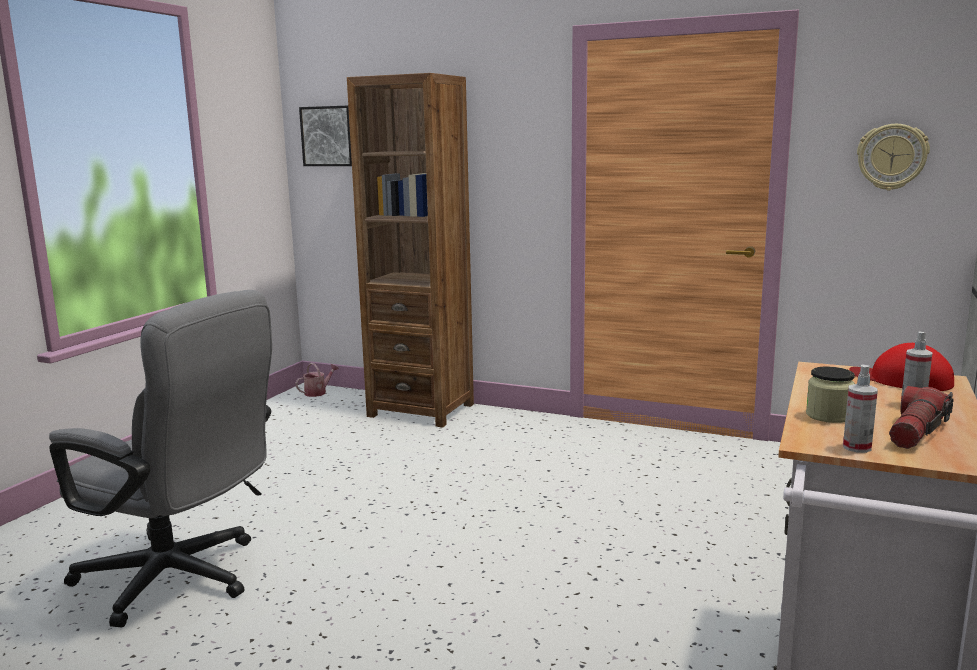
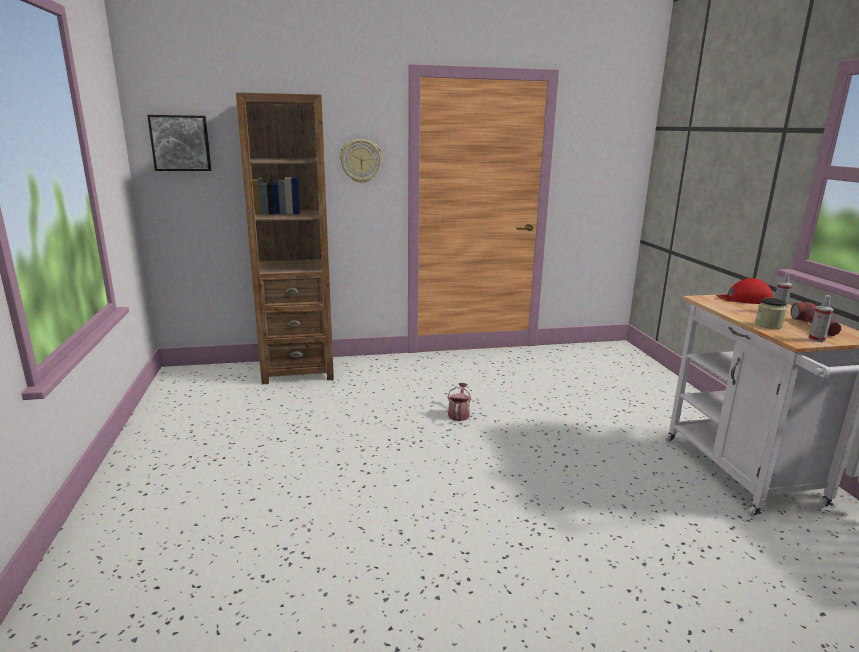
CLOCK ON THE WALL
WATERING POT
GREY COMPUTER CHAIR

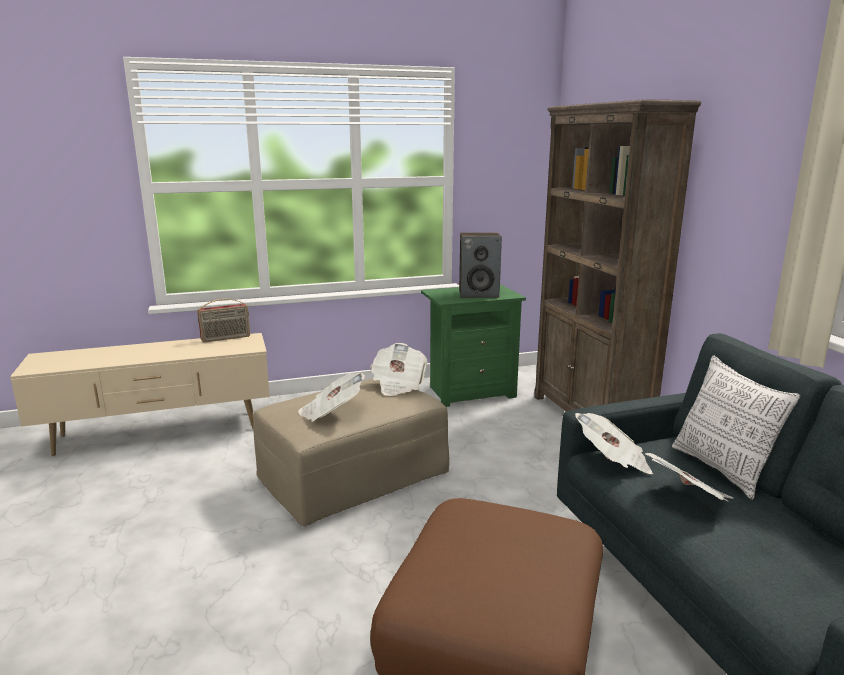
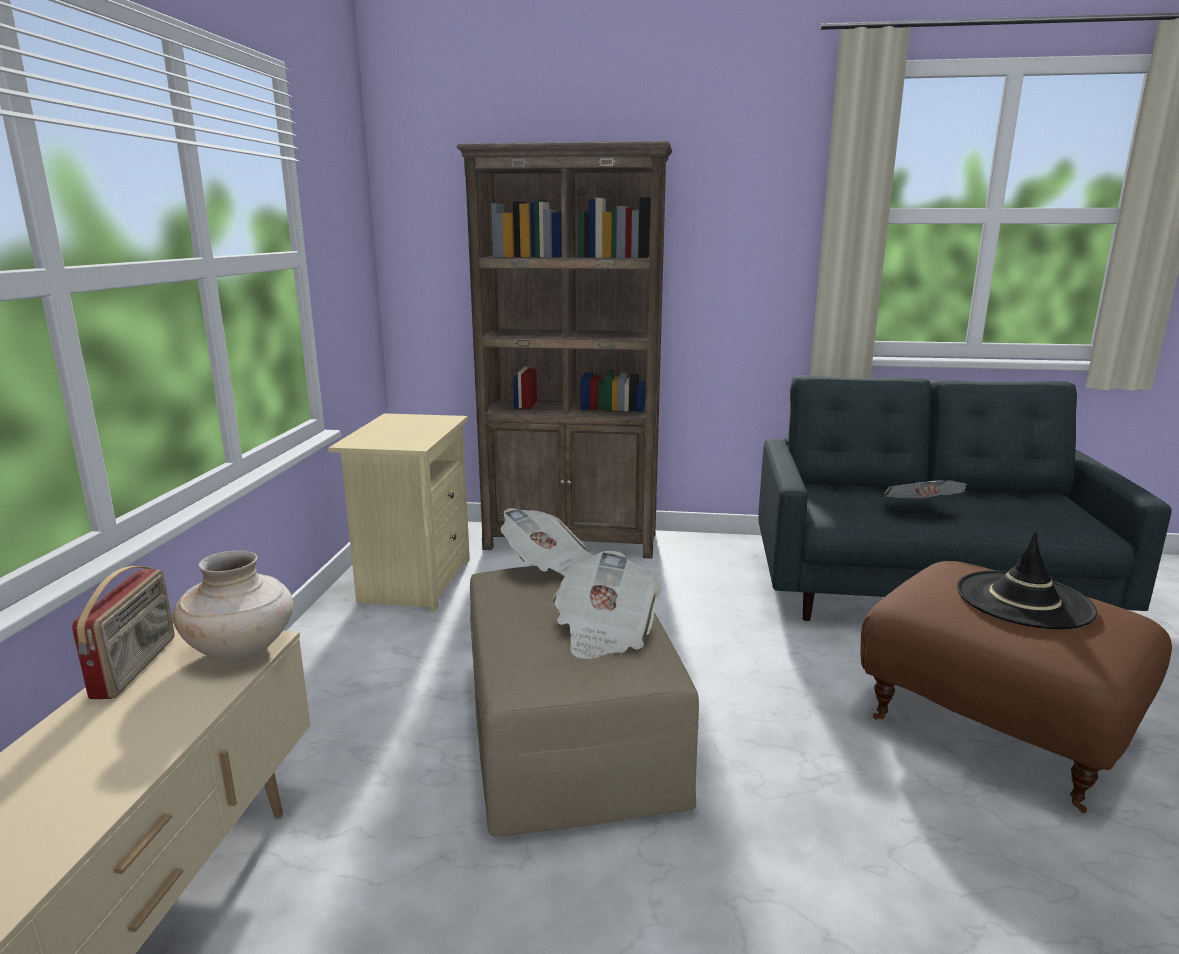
SAND-COLOURED FLOWER VASE
SAND-COLOURED BEDSIDE TABLE
BLACK CLOTHING HAT
SPEAKER
NEWSPAPER (3rd from left in the first image)
CUSHION

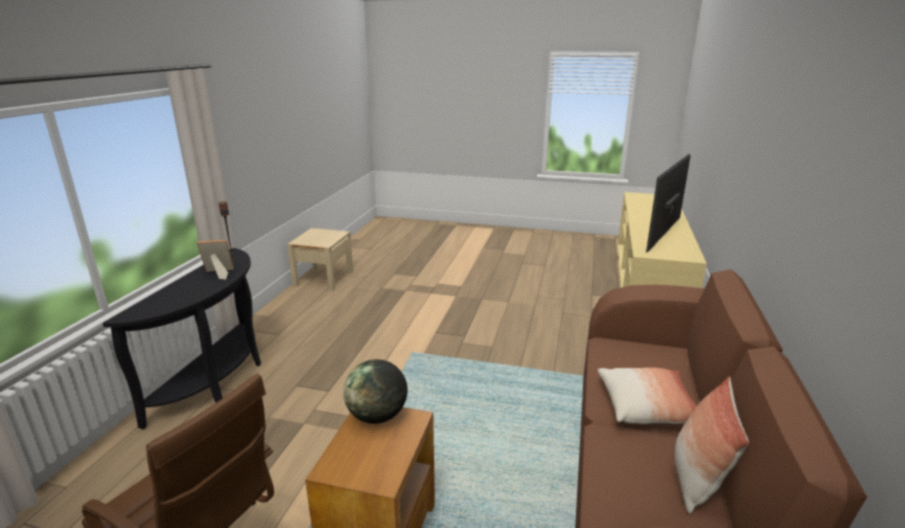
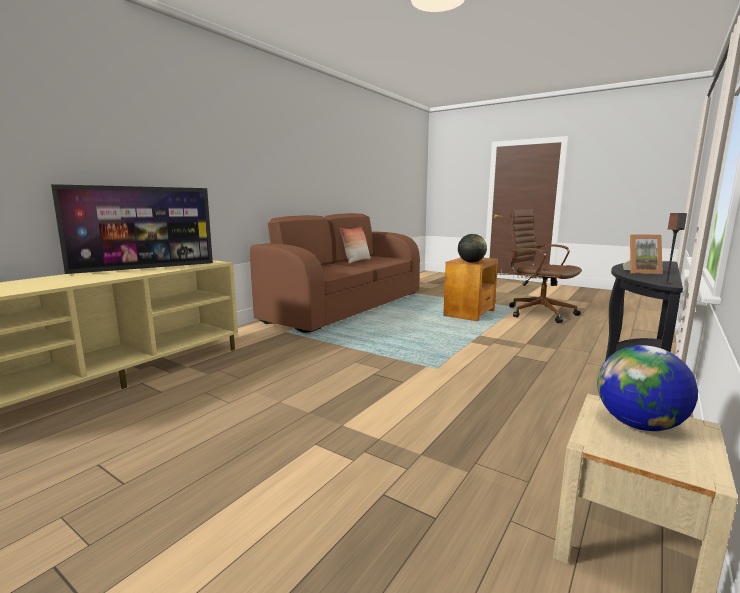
WORLD GLOBE (2nd from left)
CUSHION (1st from left in the first image)

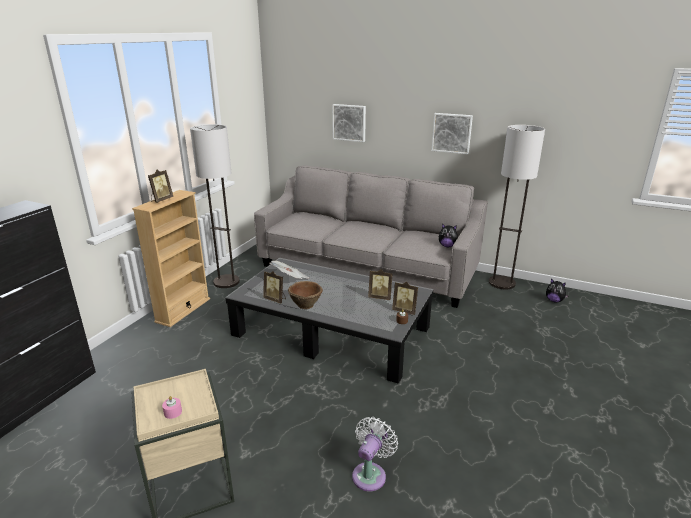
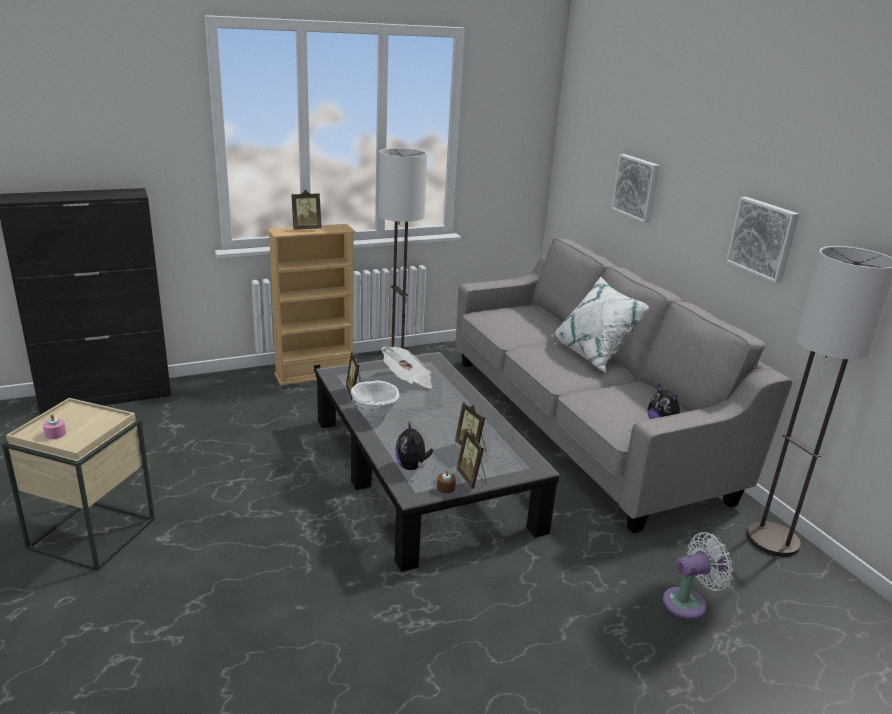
WHITISH BOWL
SOFT TOY (1st from left)
WHITISH CUSHION
WHITISH FAN

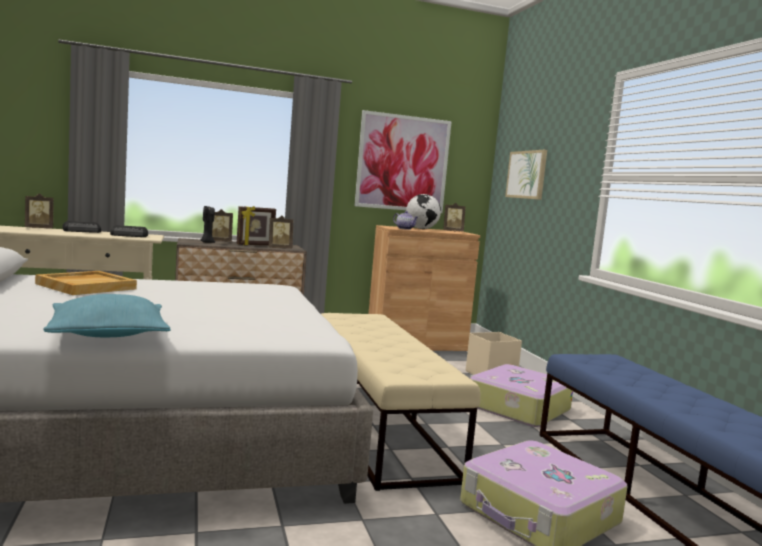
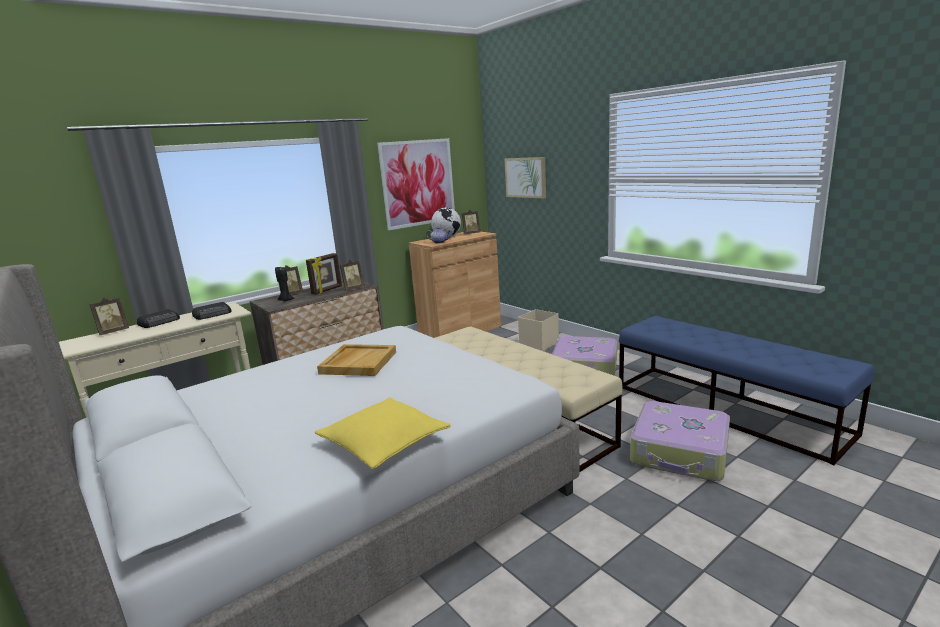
YELLOW-COLOURED CUSHION
SAND-COLOURED CARRYING TRAY

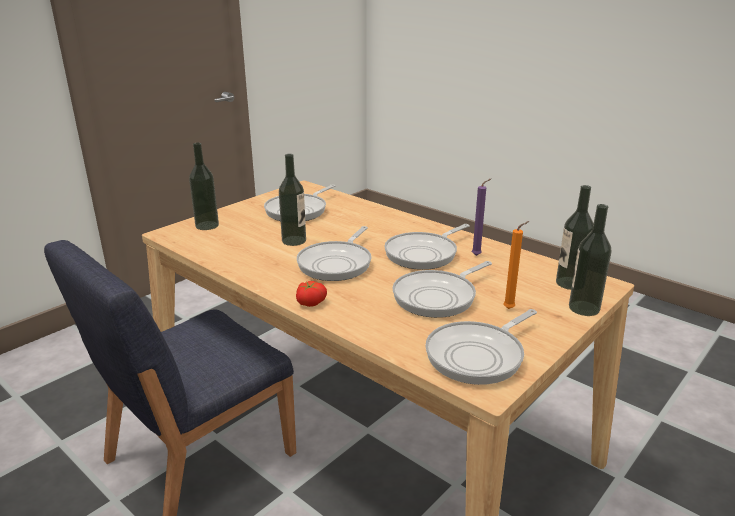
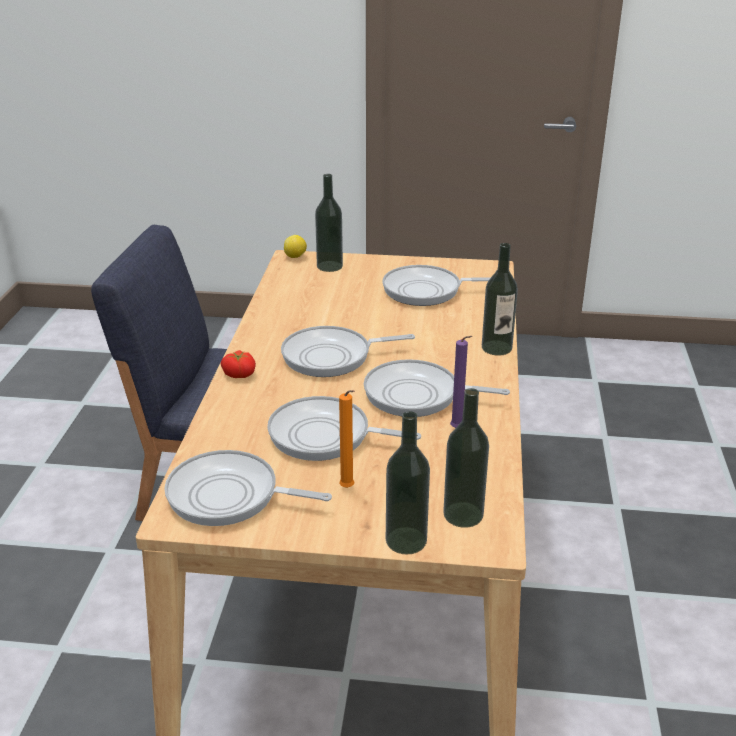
WHOLE LEMON
BOTTLE (4th from left)

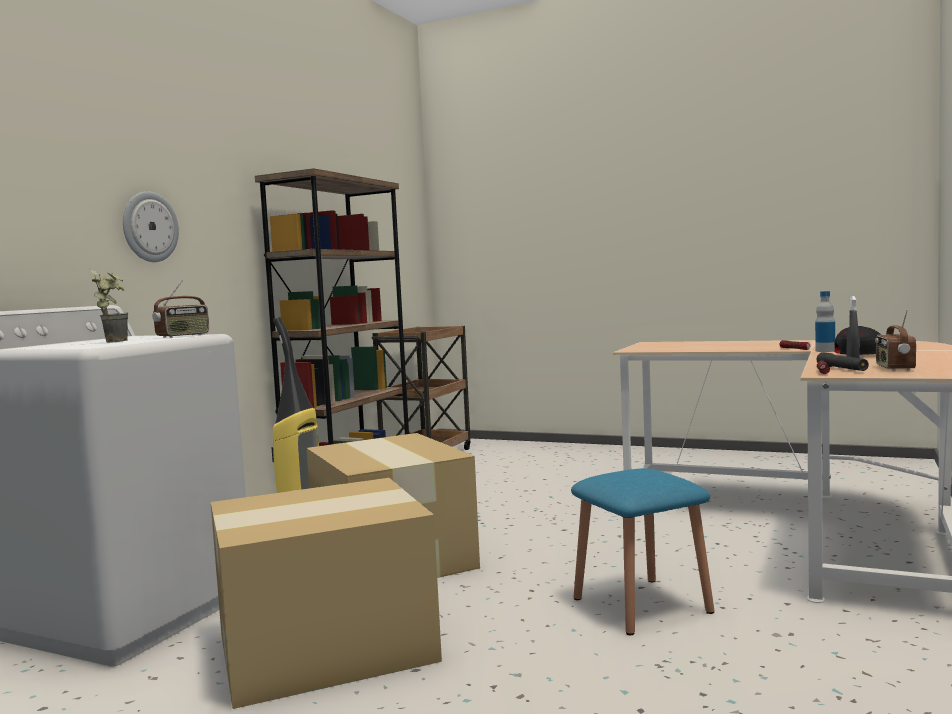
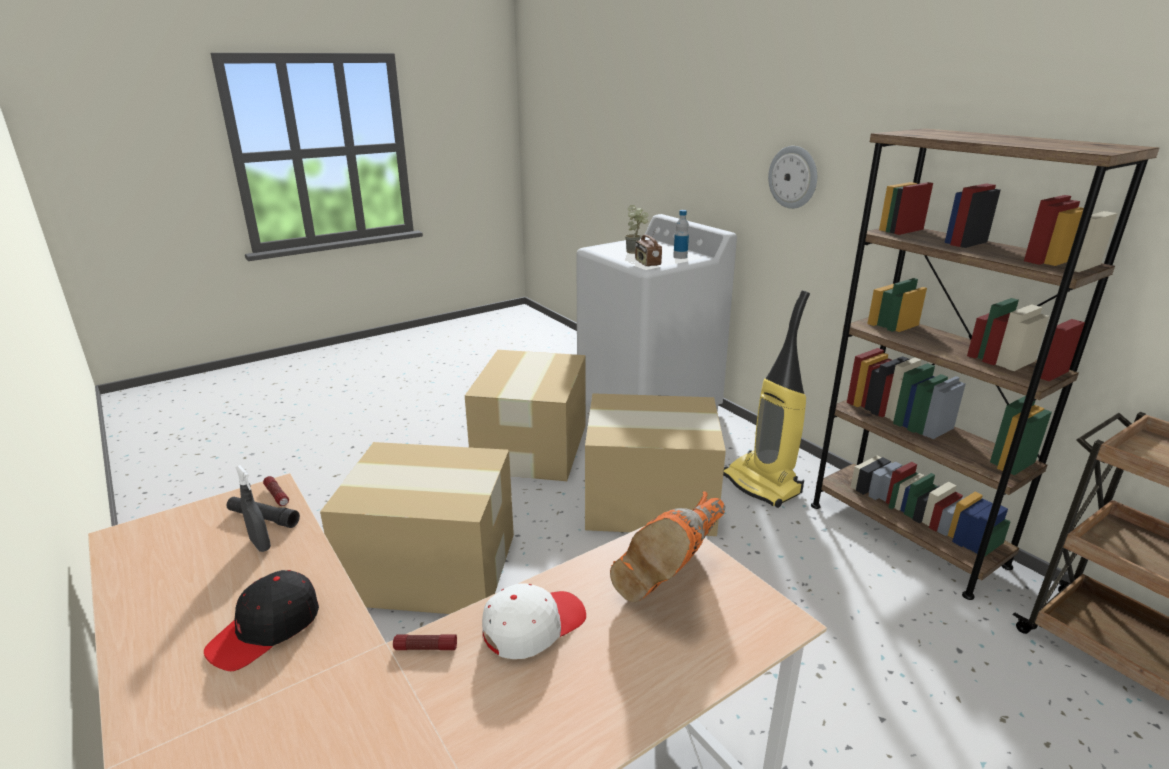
CARDBOARD BOX (1st from left)
WHITISH CAP
ORANGE-COLOURED TALL BOOT
BOTTLE
RADIO RECEIVER (2nd from left in the first image)

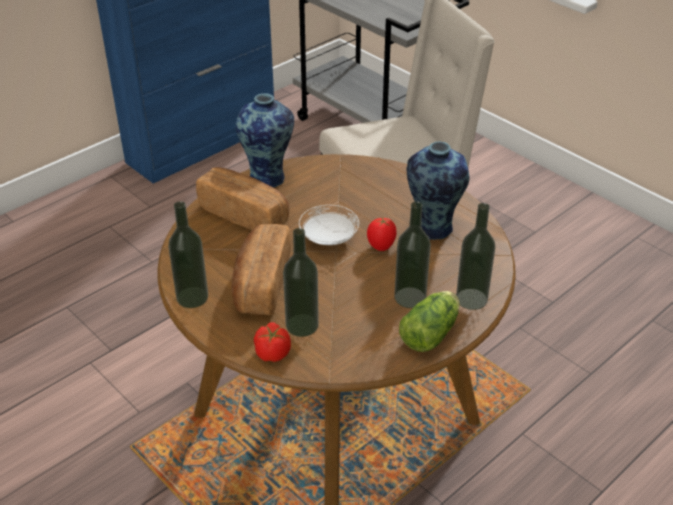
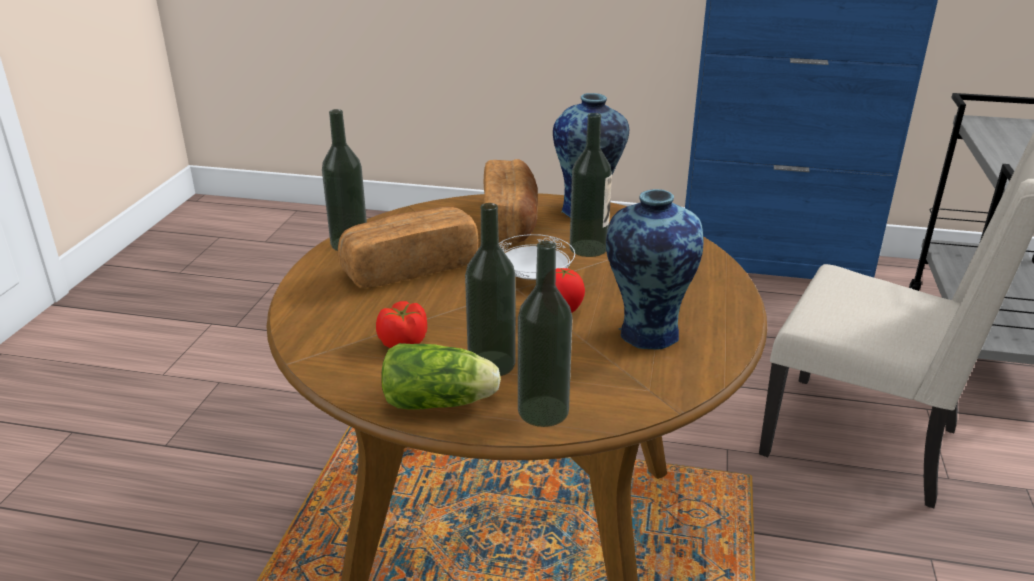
WHOLE TOMATO (1st from left)
BOTTLE (4th from left)

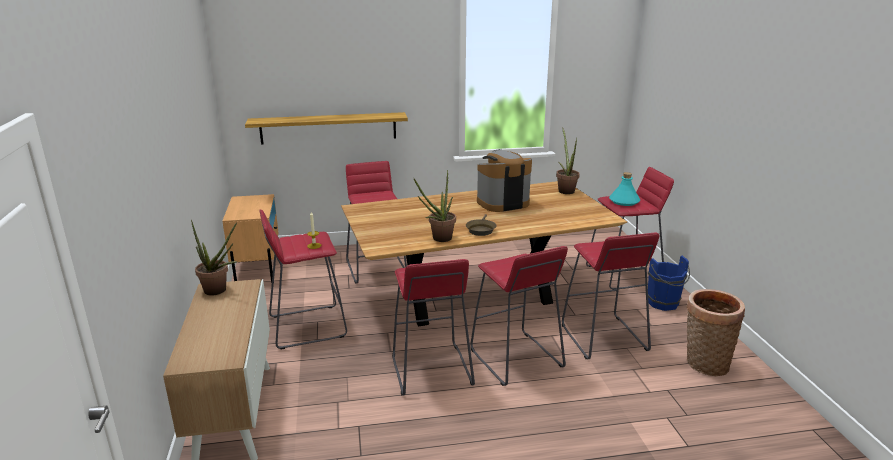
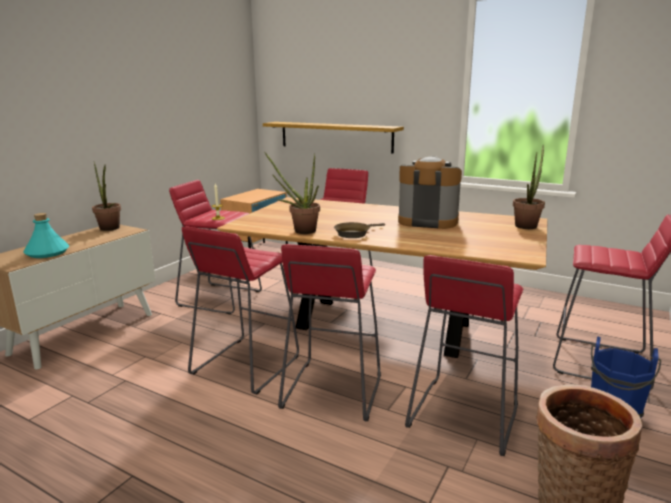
BLUE-GREEN BOTTLE

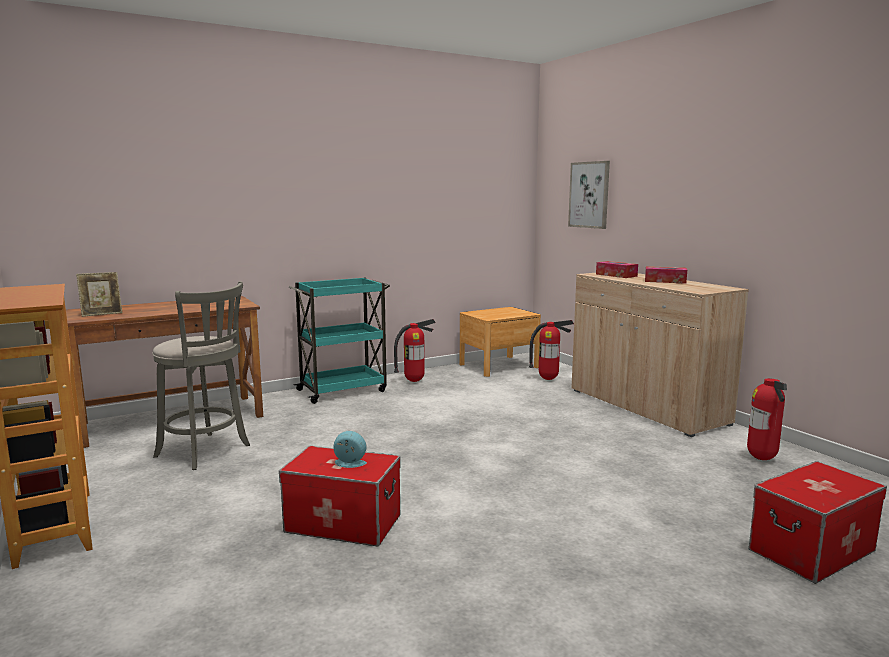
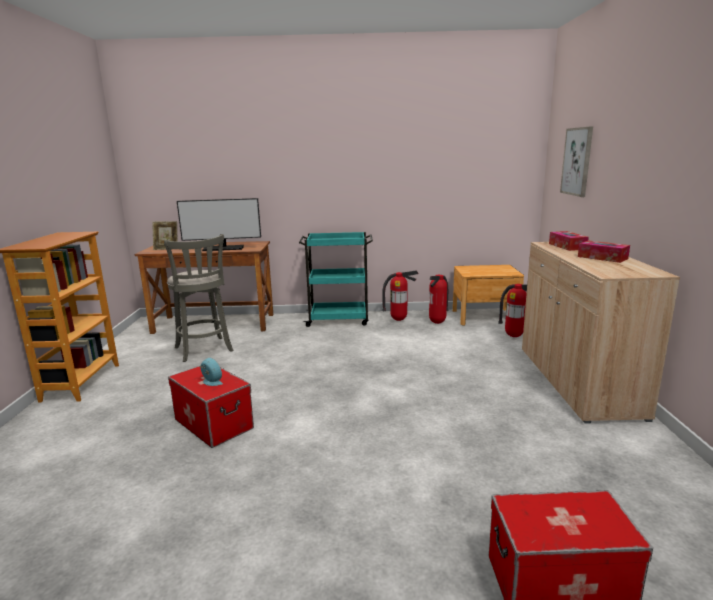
COMPUTER SCREEN
EXTINGUISHER (2nd from left)

